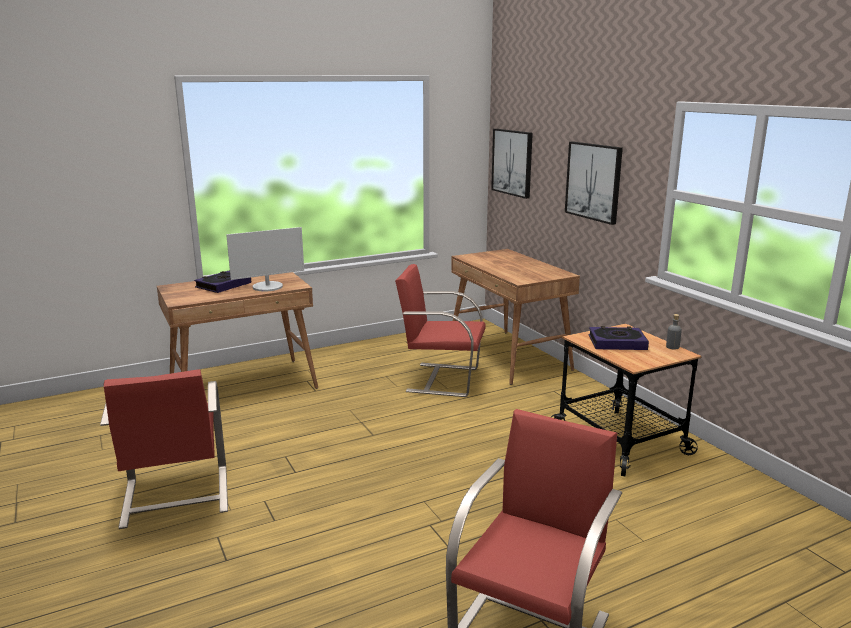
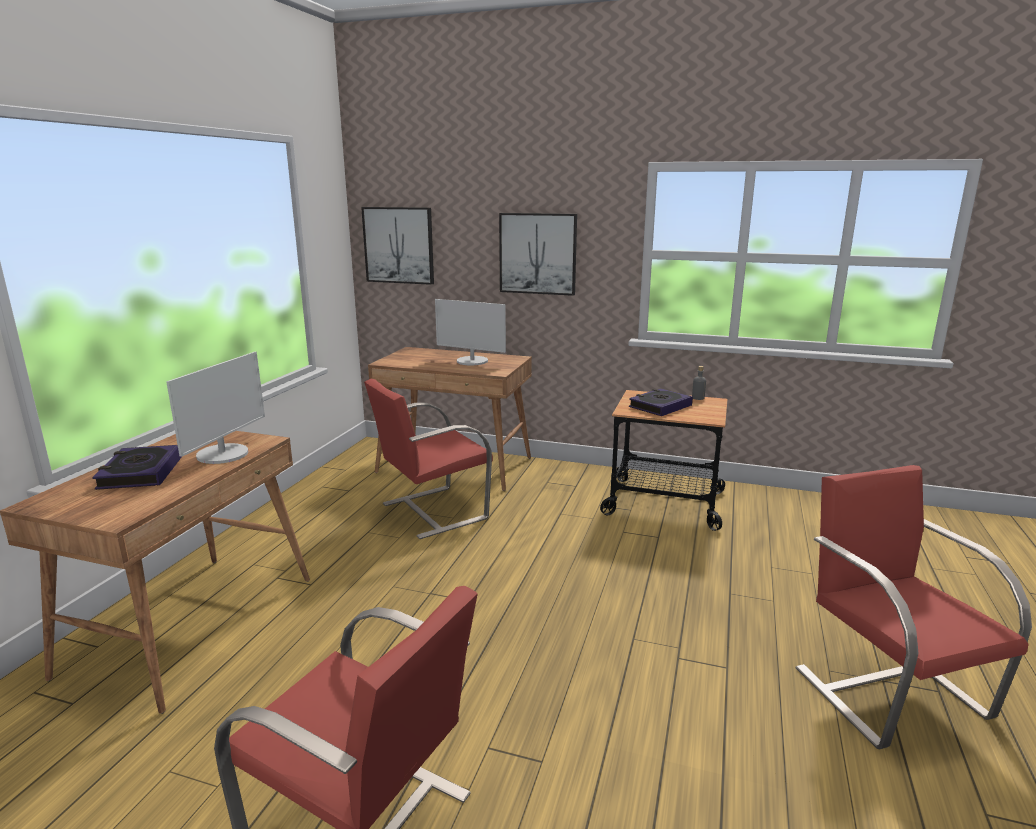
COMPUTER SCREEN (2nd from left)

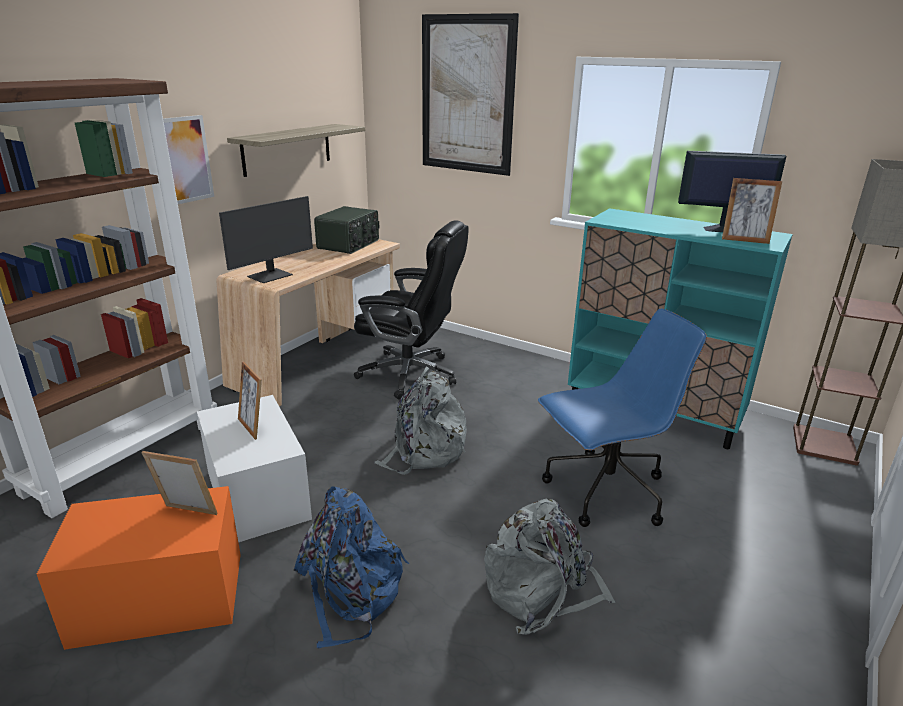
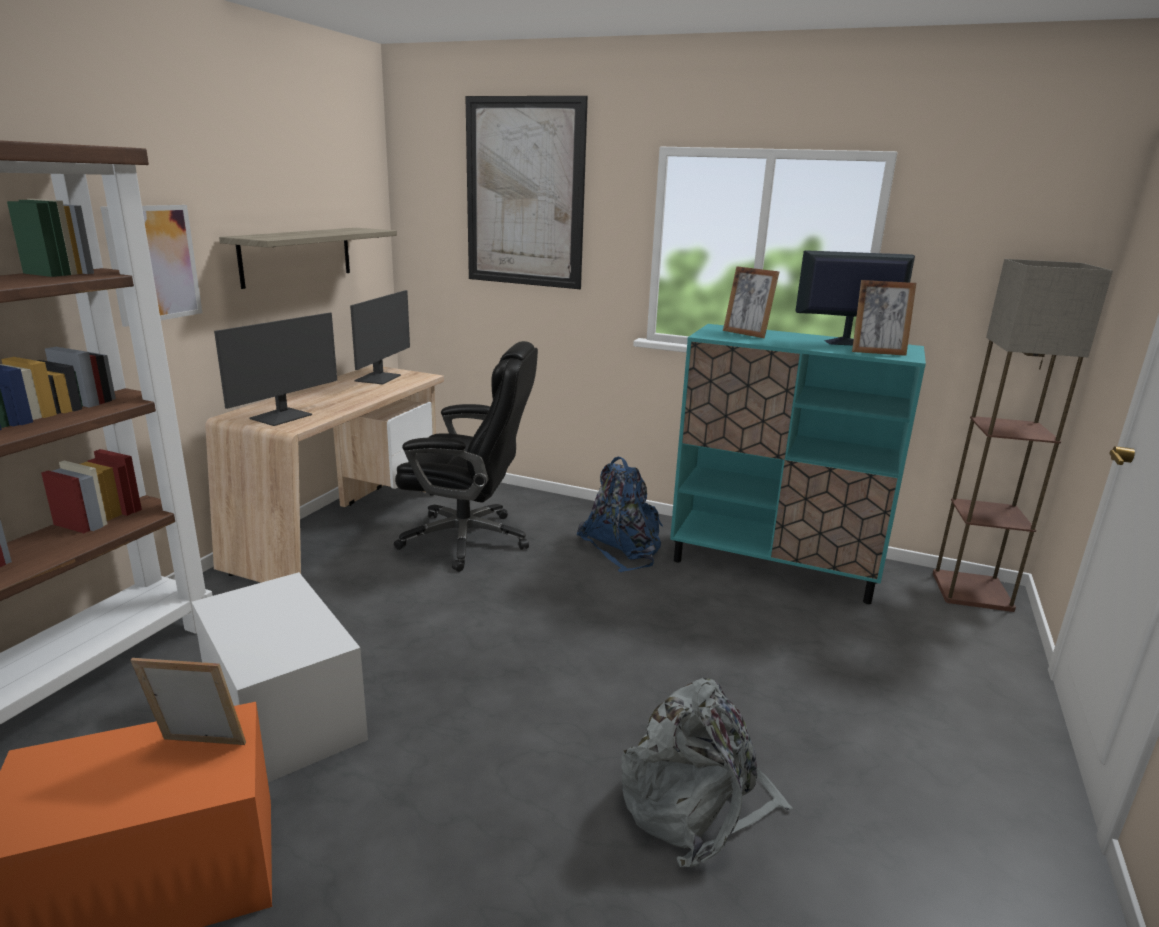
COMPUTER SCREEN (2nd from left)
BLUISH BACKPACK
PICTURE FRAME (2nd from left)
GREY BACKPACK (1st from left in the first image)
BLUISH COMPUTER CHAIR

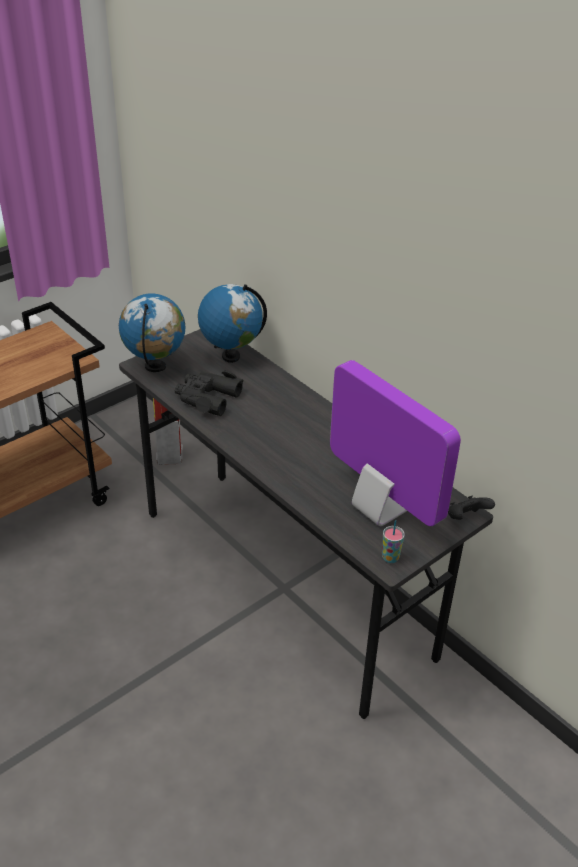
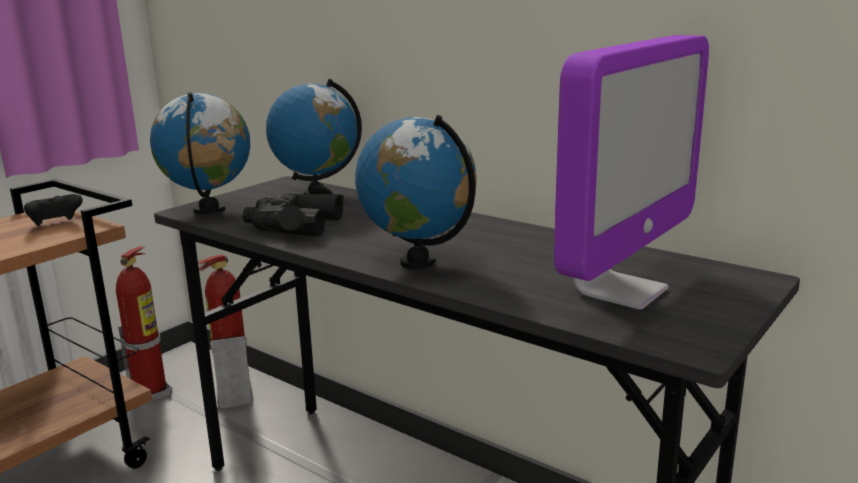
BLACK GAME CONTROLLER
EXTINGUISHER (1st from left)
WORLD GLOBE (3rd from left)
COMPUTER SCREEN
CUP

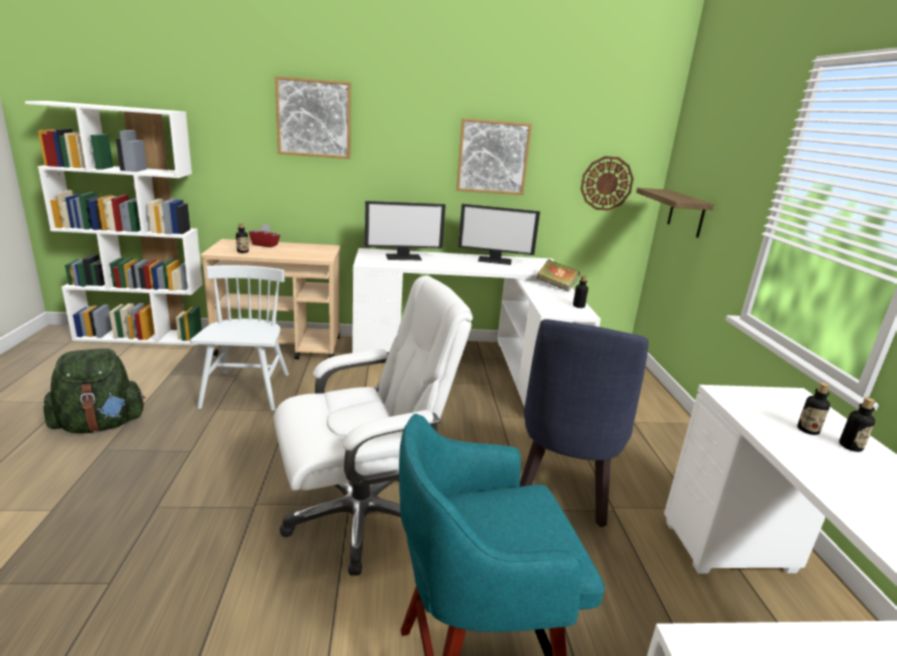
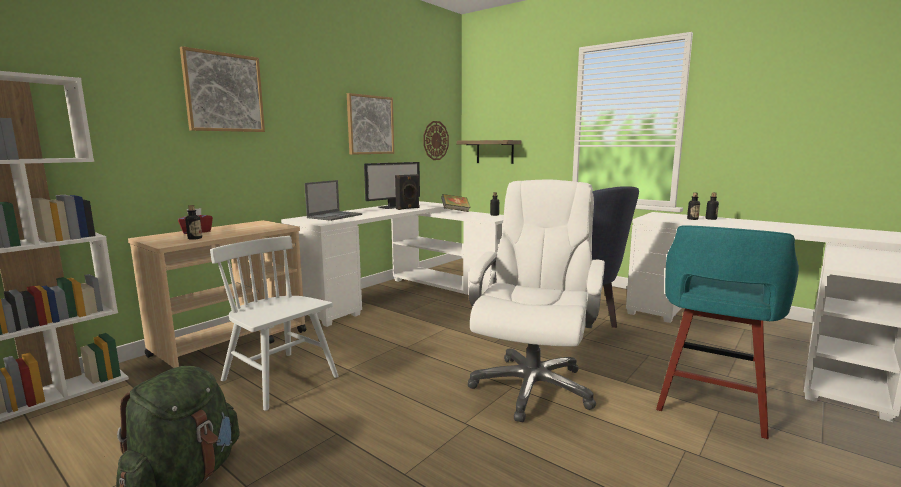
PORTABLE COMPUTER
BLACK SPEAKER

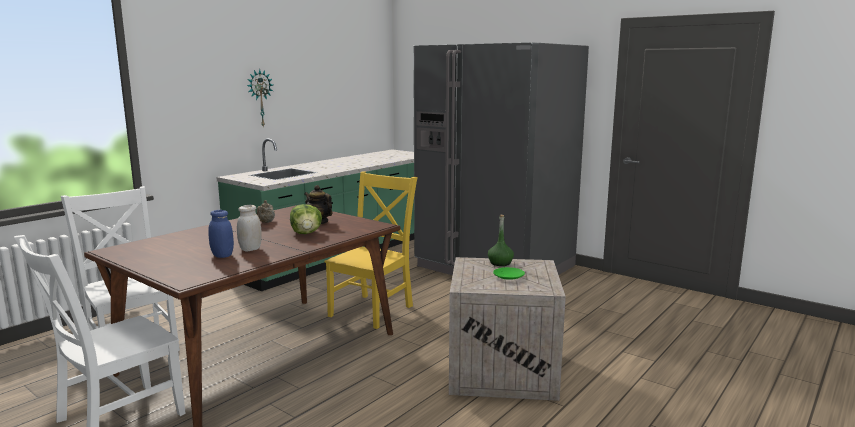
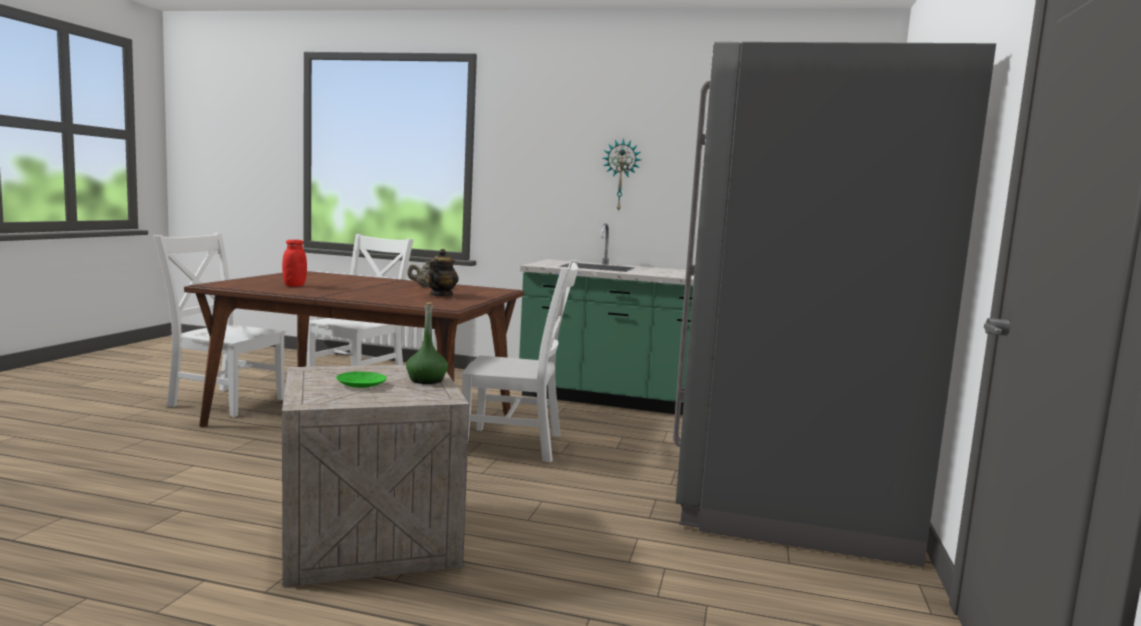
REDDISH JAR
WHITISH UPRIGHT CHAIR (3rd from left)
WHITISH JAR
LETTUCE HEAD

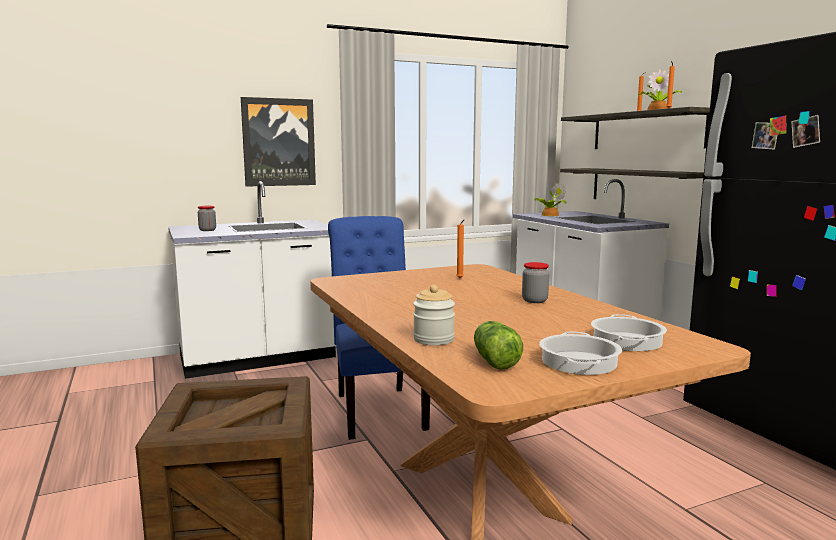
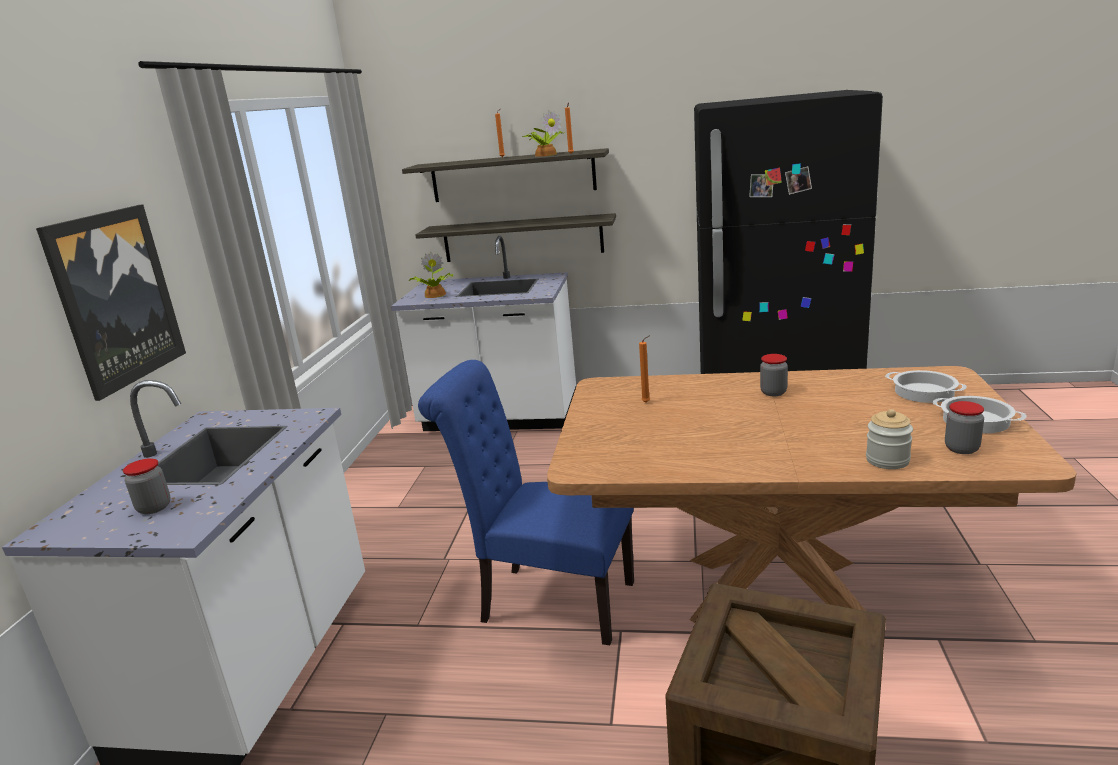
JAR (4th from left)

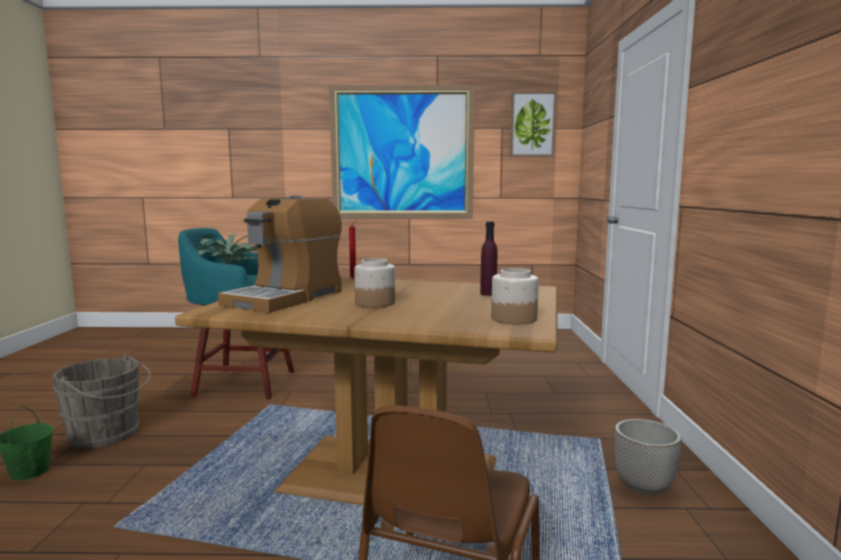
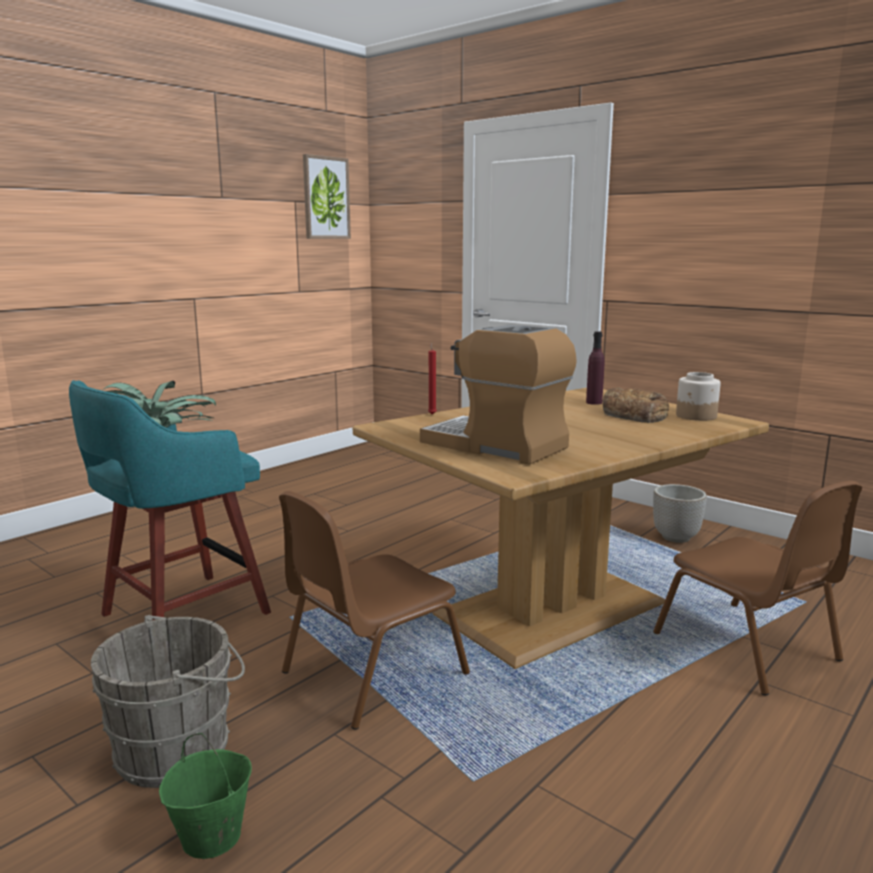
BROWN UPRIGHT CHAIR (1st from left)
COFFEE MAKER
BAKERY BREAD
WALL PICTURE (1st from left in the first image)
JAR (1st from left in the first image)

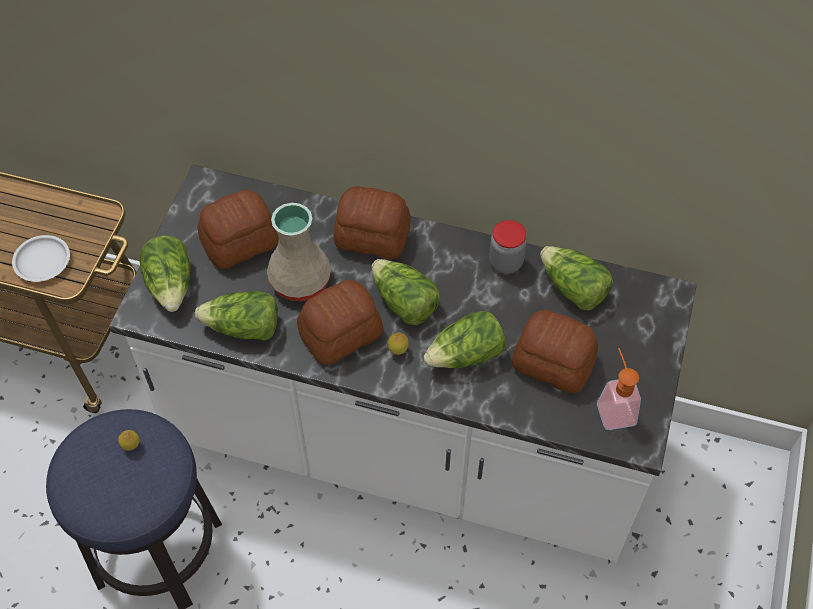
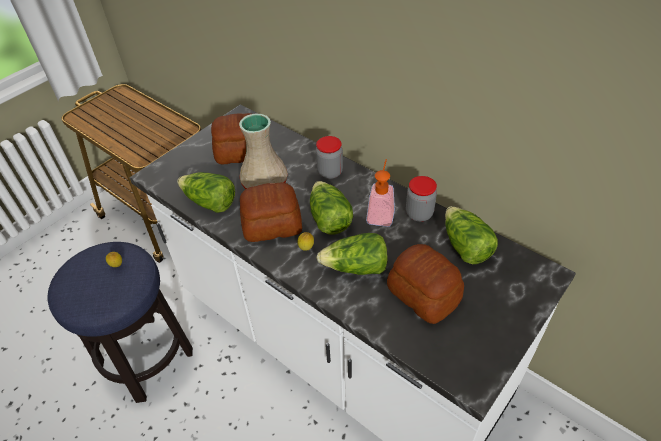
JAR (1st from left)
SOAP DISPENSER
WHITISH DINNER PLATE
LETTUCE HEAD (1st from left in the first image)

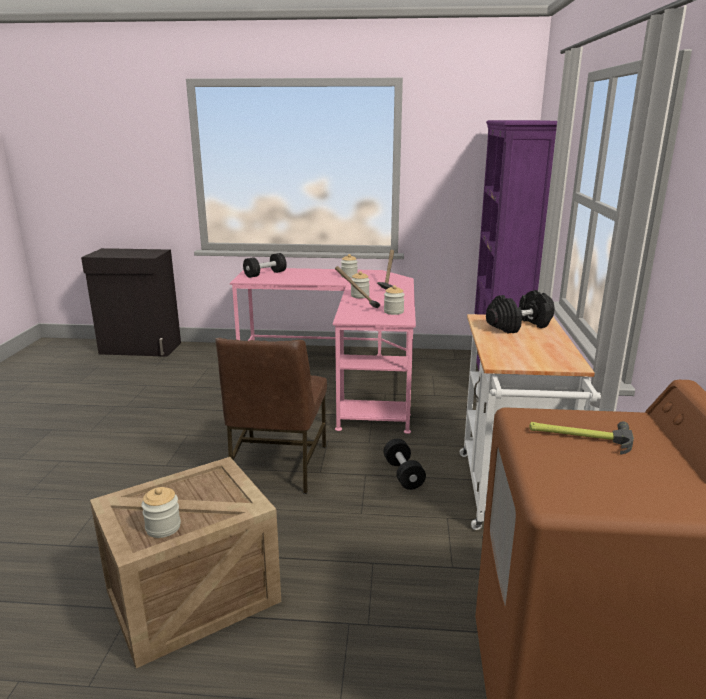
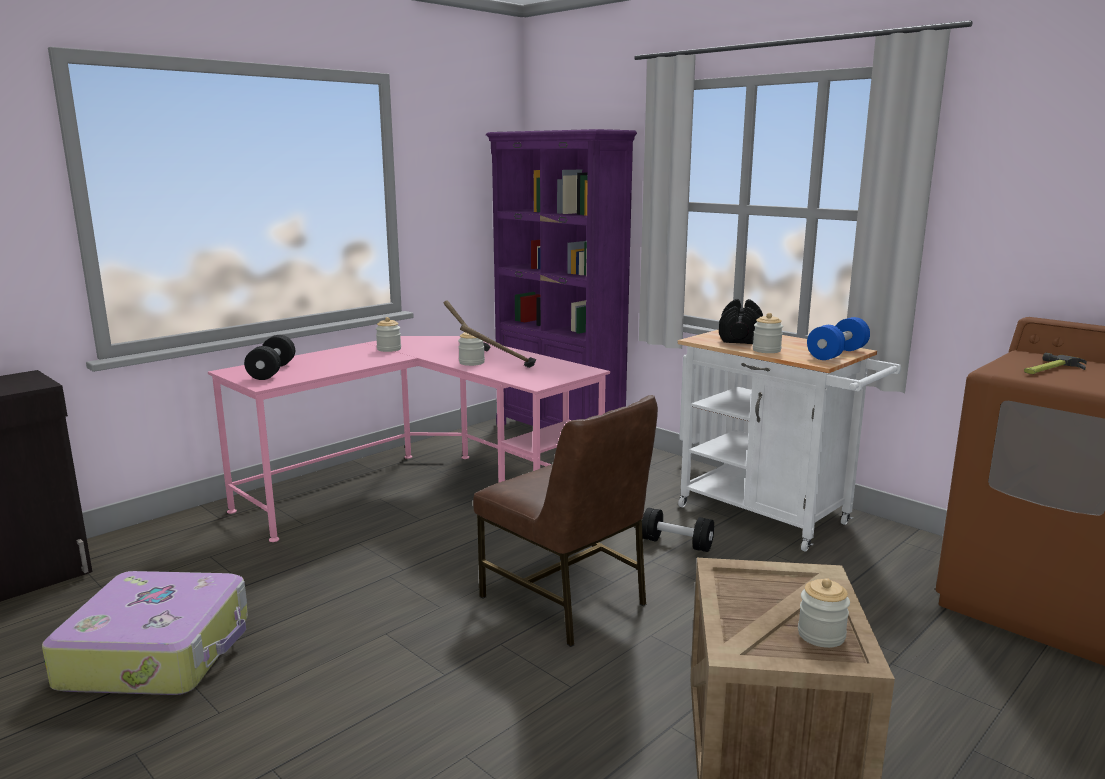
TRAVEL CASE
JAR (3rd from left)
BLUISH HAND WEIGHT

